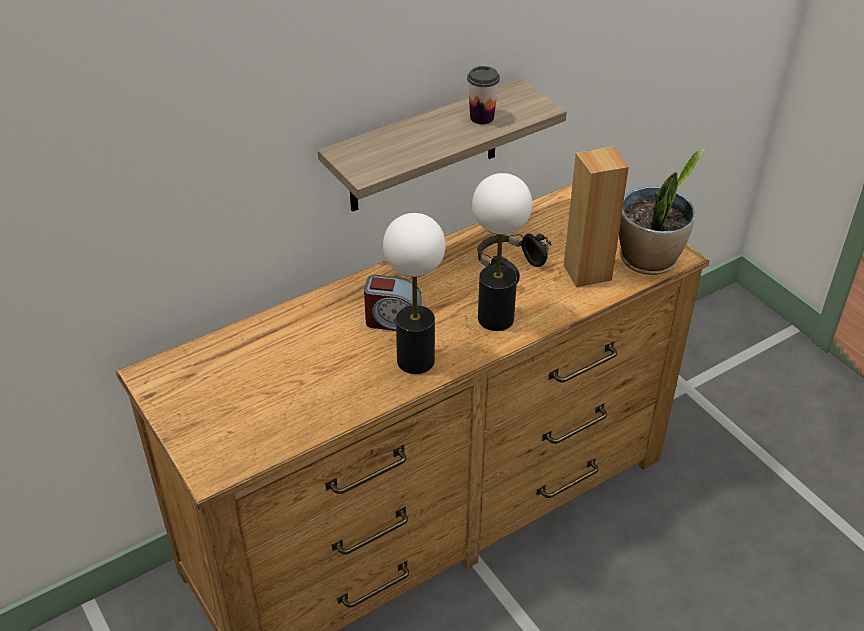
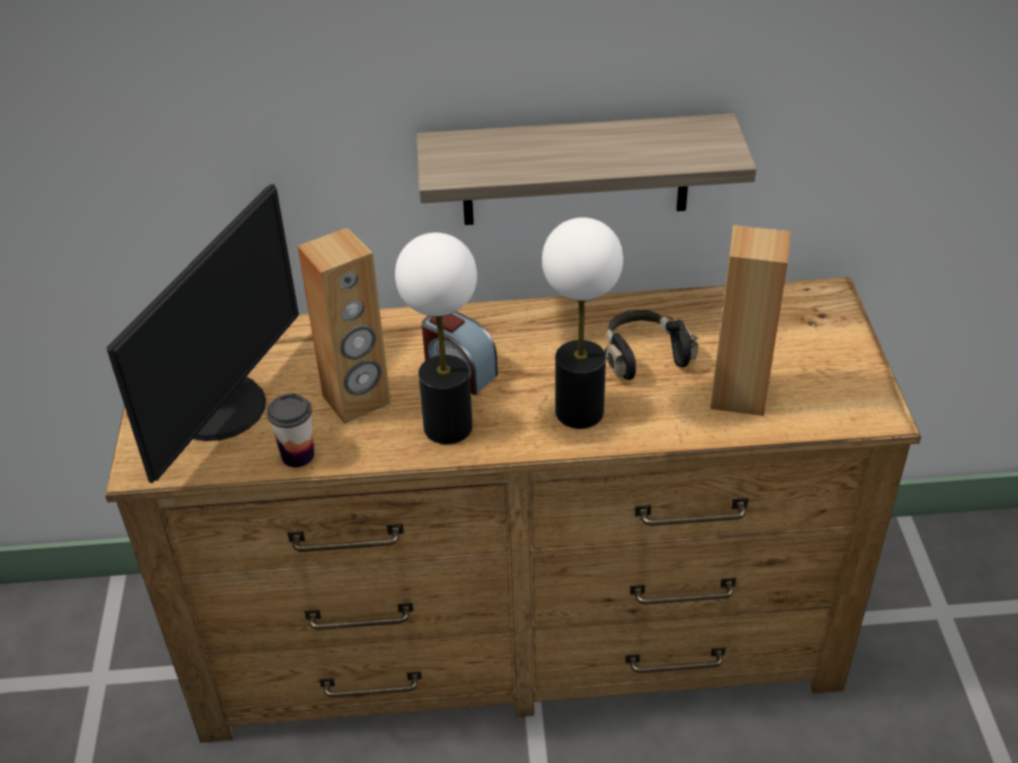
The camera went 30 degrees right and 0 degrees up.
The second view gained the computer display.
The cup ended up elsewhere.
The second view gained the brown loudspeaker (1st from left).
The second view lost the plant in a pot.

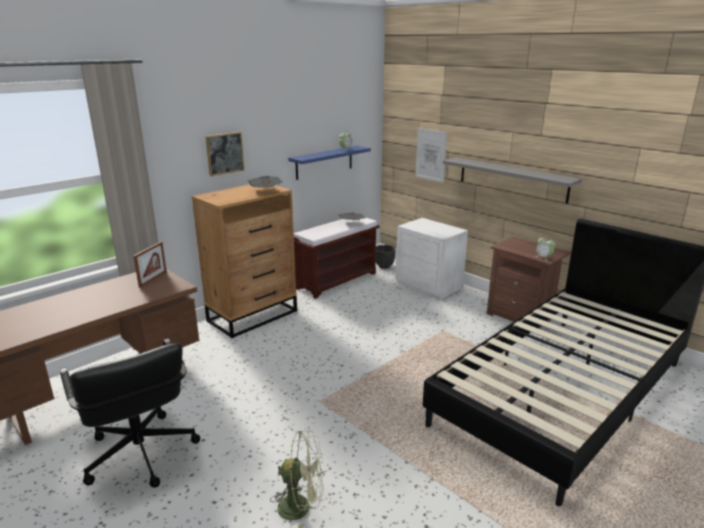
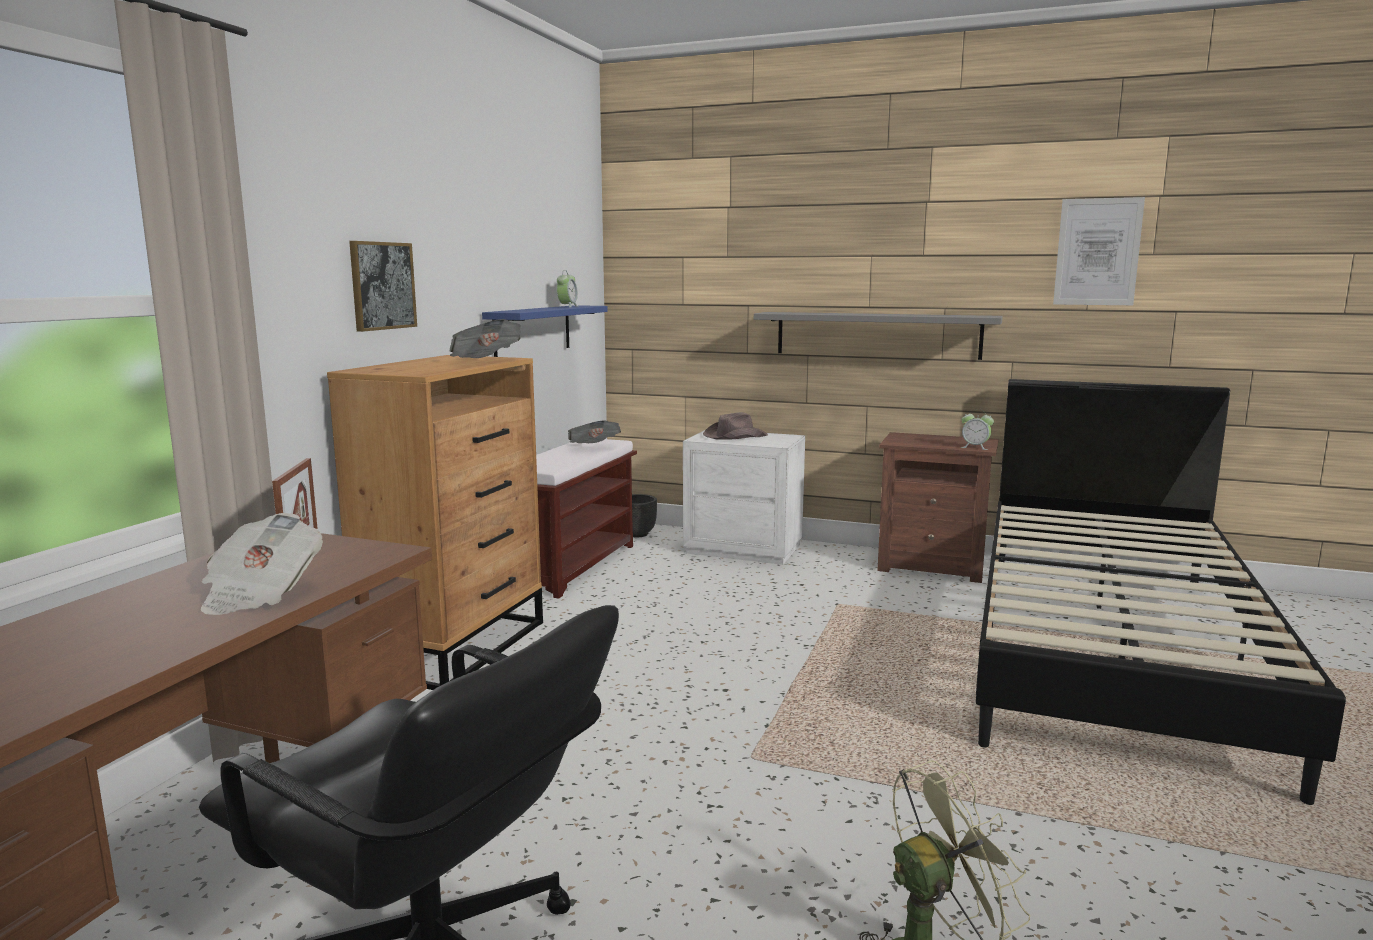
The camera went 25 degrees left and 10 degrees down.
The second view gained the newspaper (1st from left).
The second view gained the brown clothing hat.
The picture (2nd from left) ended up elsewhere.

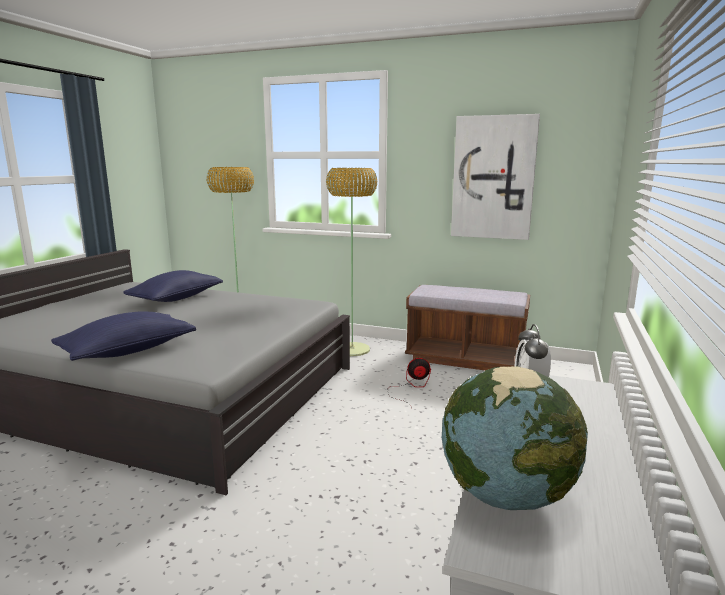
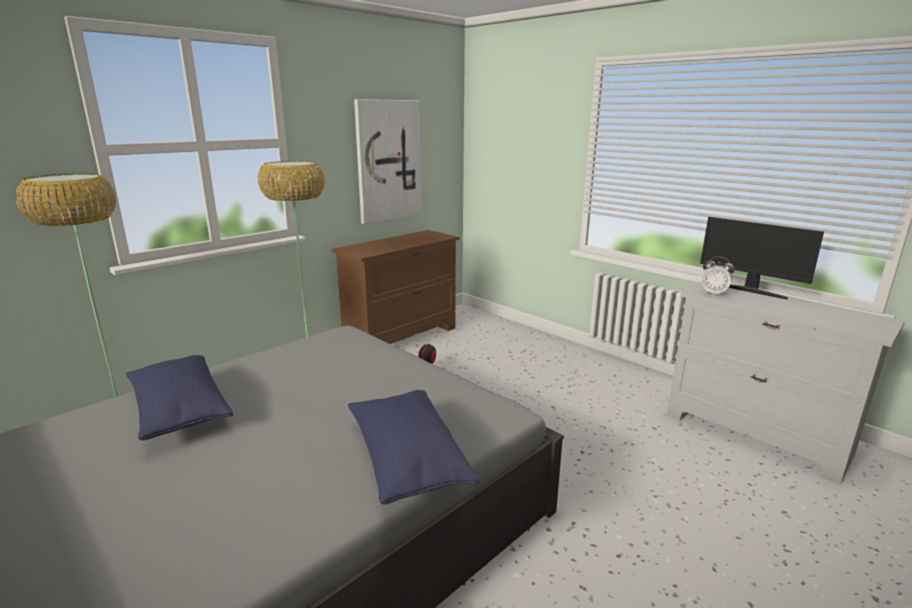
The camera went 65 degrees left and 5 degrees up.
Where the brown long seat stood, the brown chest of drawers came to stand.
The second view gained the computer display.
The second view lost the globe.

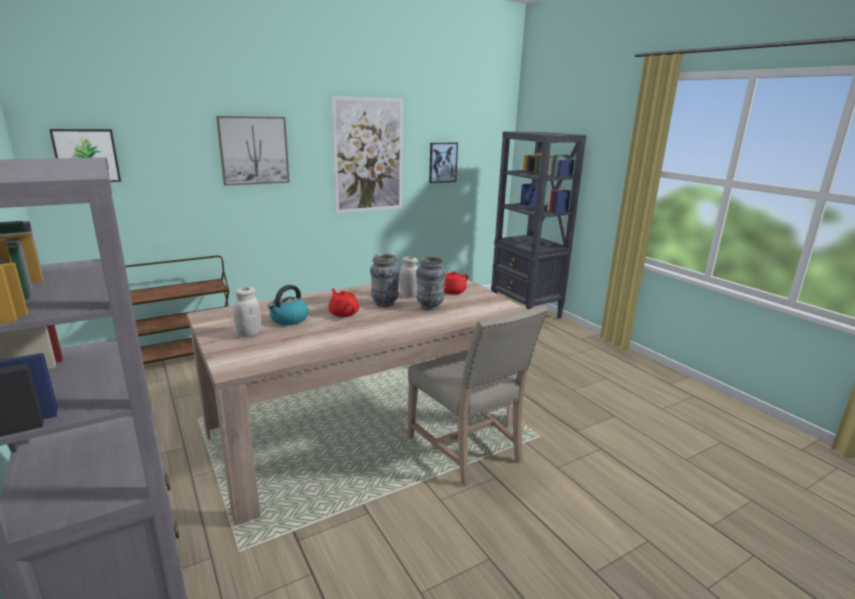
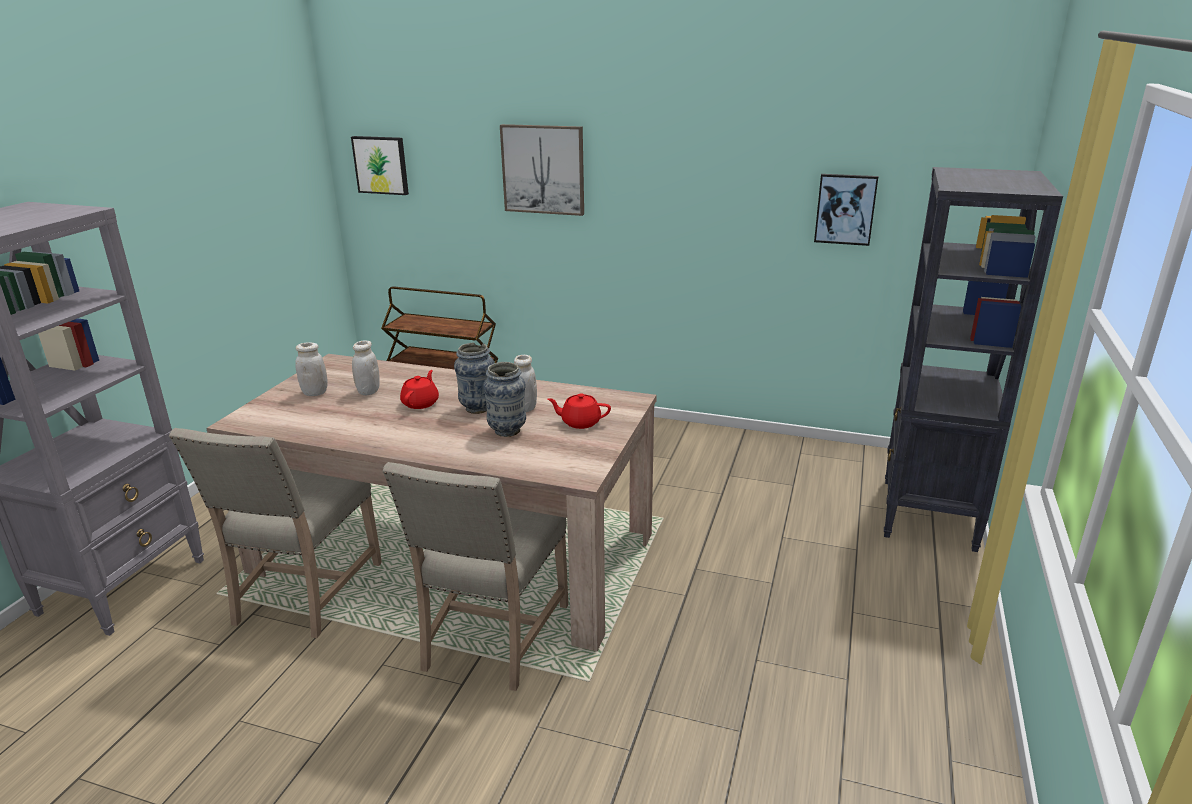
The camera went 50 degrees right and 5 degrees up.
The second view gained the sand-coloured chair (1st from left).
Where the kettle stood, the white-coloured storage jar (2nd from left) came to stand.
The second view lost the picture (3rd from left).

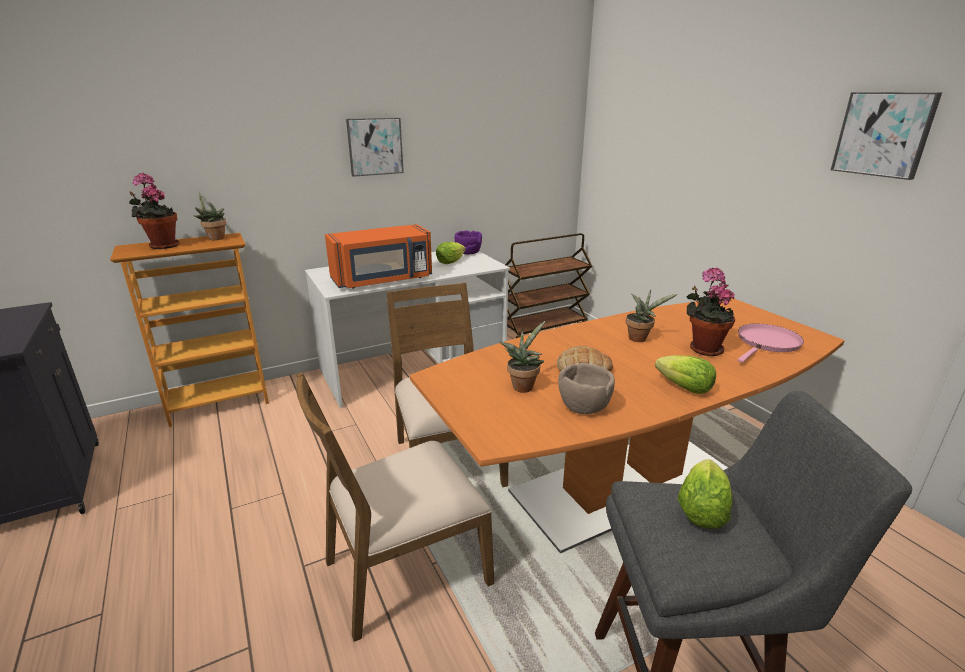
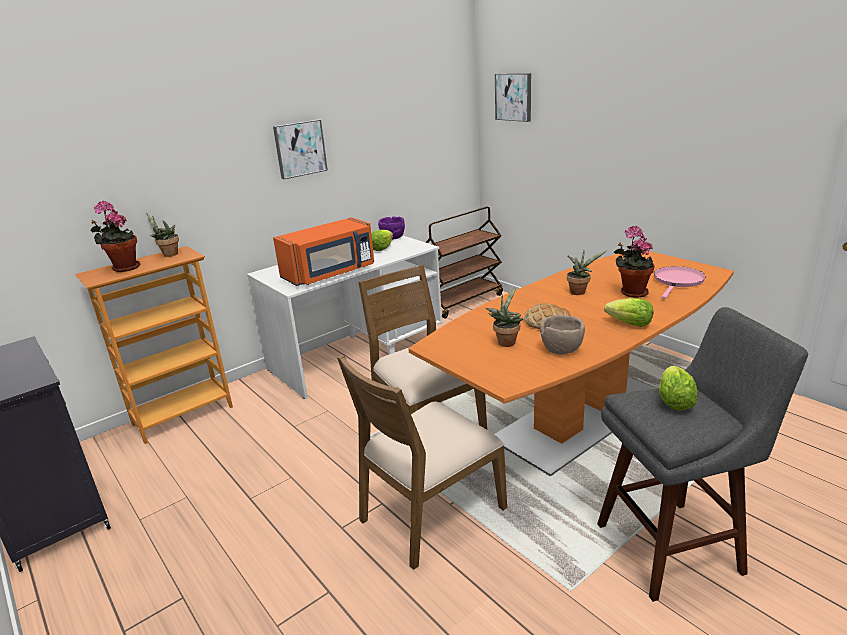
The camera went 10 degrees left and 0 degrees up.
The picture (2nd from left) ended up elsewhere.

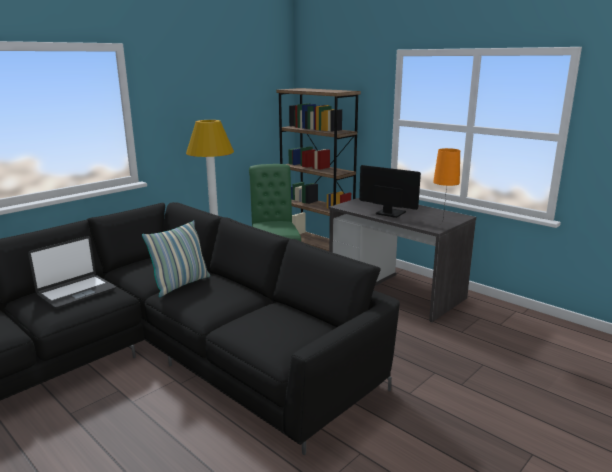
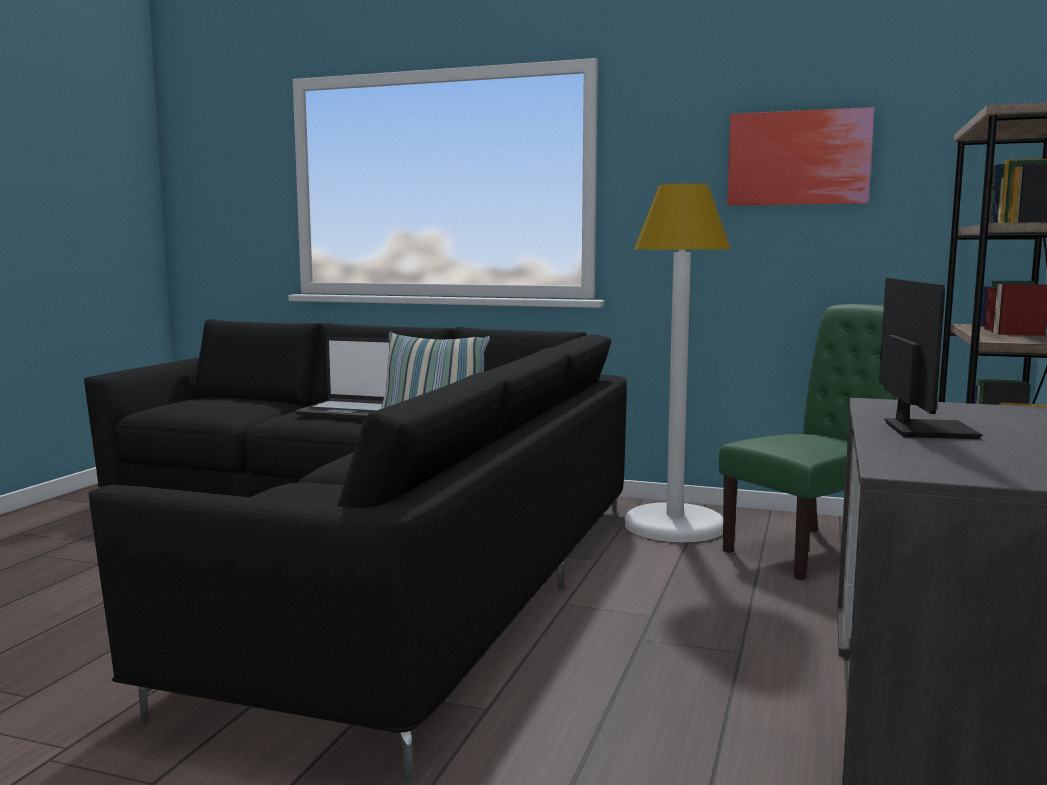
The camera went 65 degrees right and 10 degrees down.
The second view gained the picture.
The second view lost the orange-coloured table lamp.

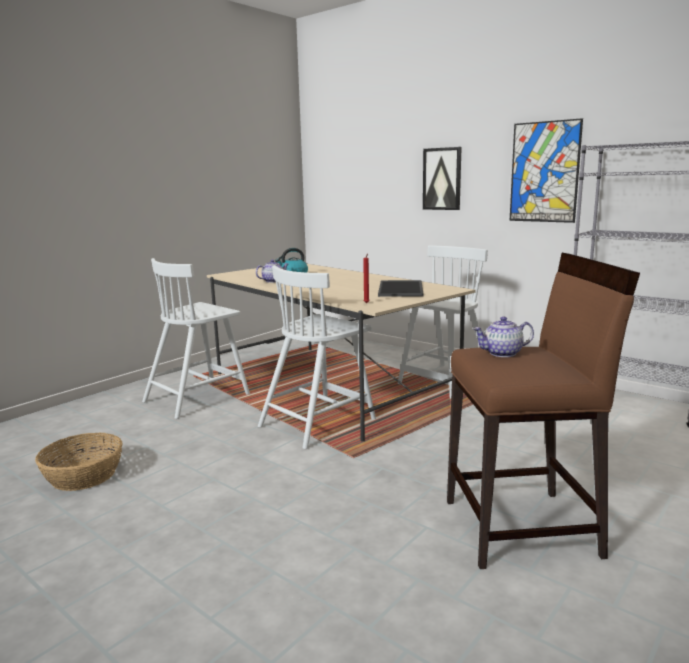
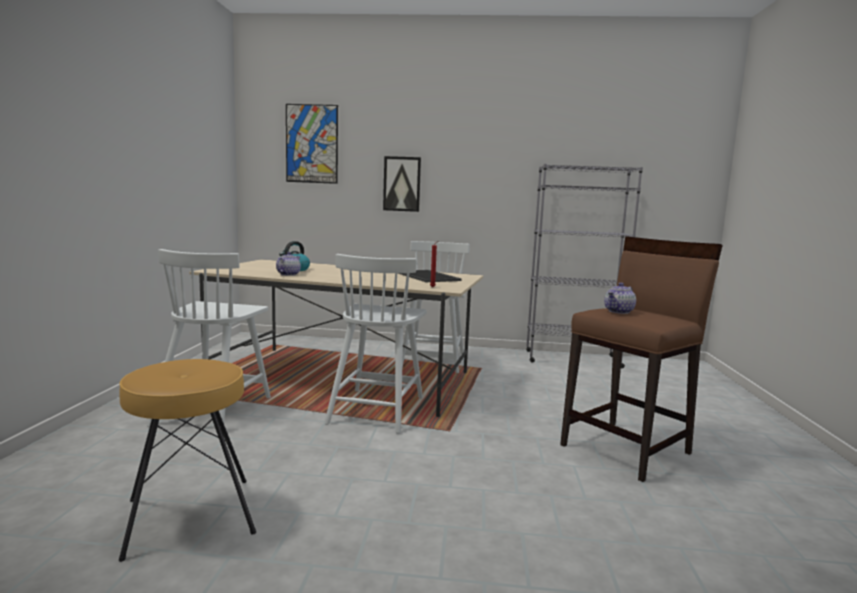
The camera went 35 degrees left and 5 degrees down.
Where the storage basket stood, the brown stool (1st from left) came to stand.
The picture (2nd from left in the first image) ended up elsewhere.

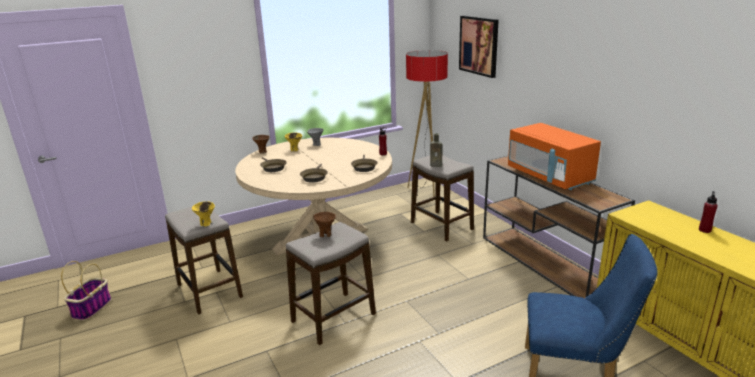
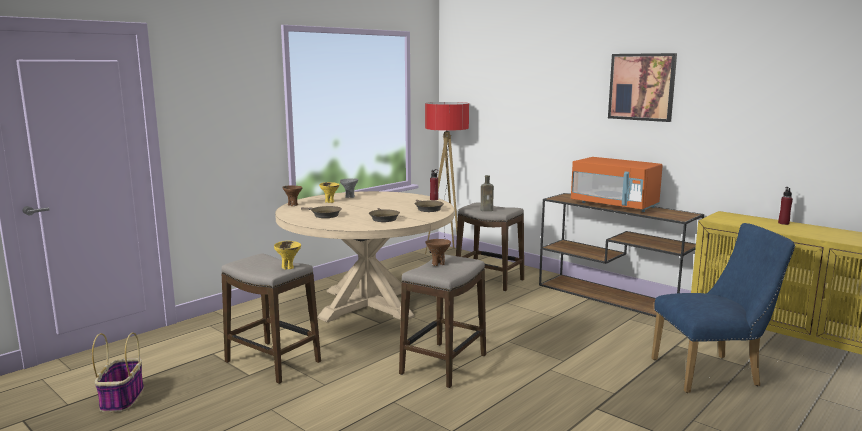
The camera went 20 degrees left and 10 degrees down.
The picture ended up elsewhere.

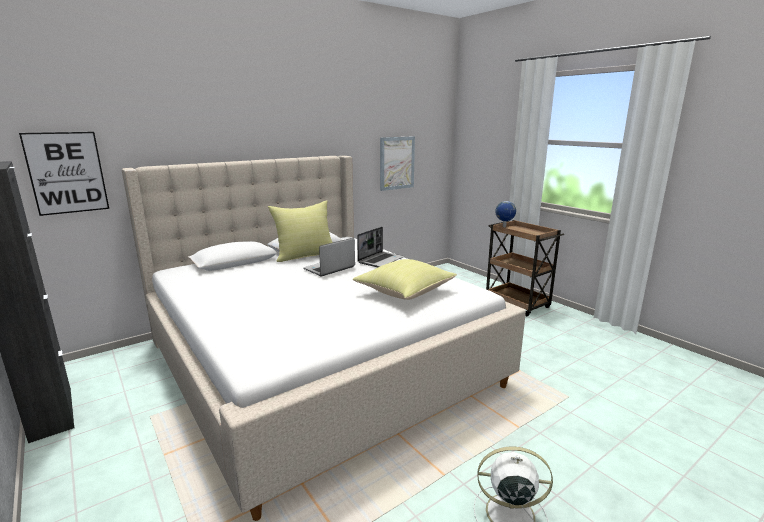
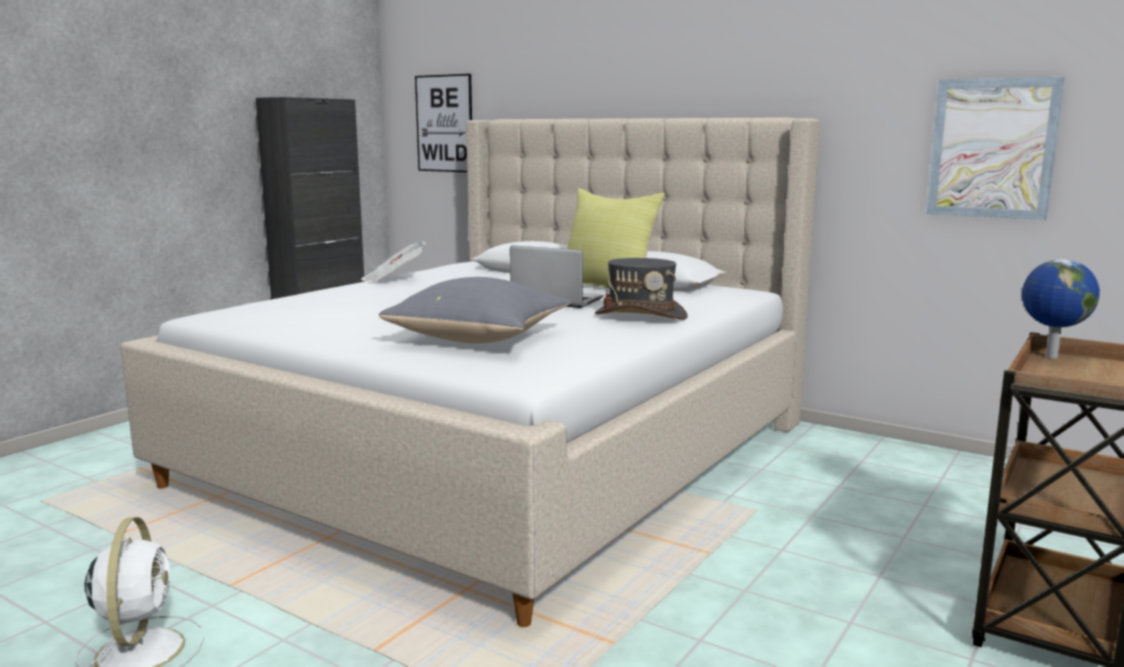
The camera went 70 degrees right and 5 degrees down.
The second view gained the newspaper.
What was the yellow-coloured throw pillow (2nd from left) turned into the greyish throw pillow.
Where the laptop (2nd from left) stood, the greyish clothing hat came to stand.

